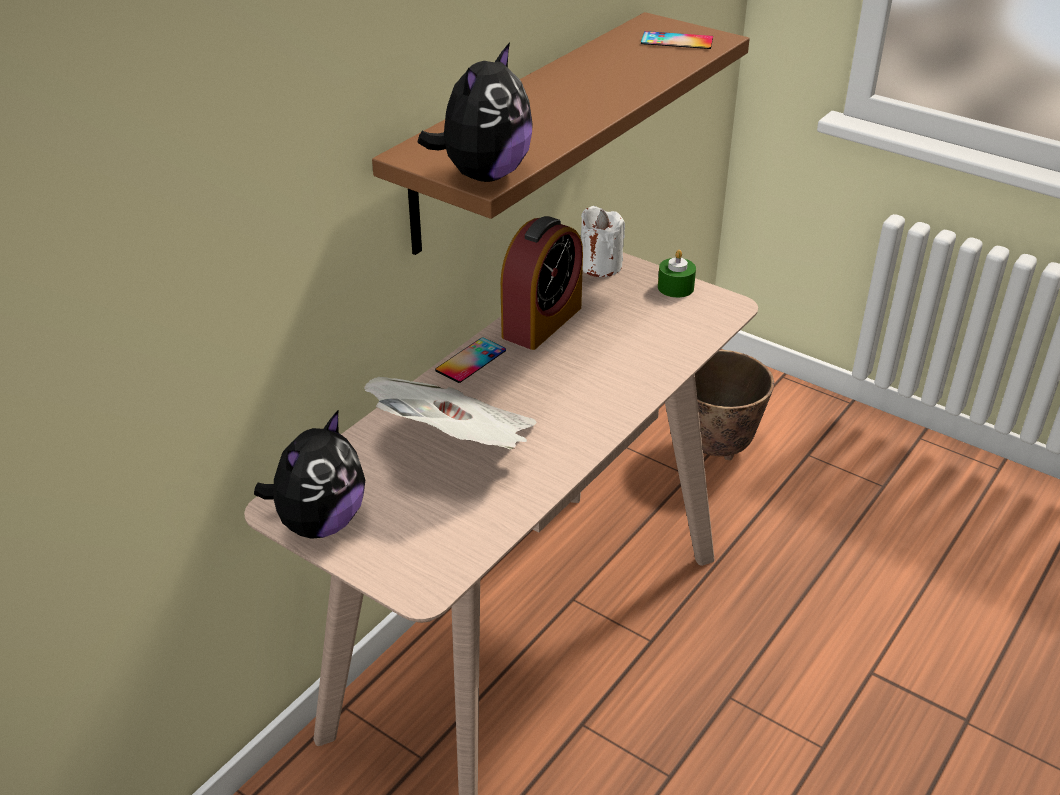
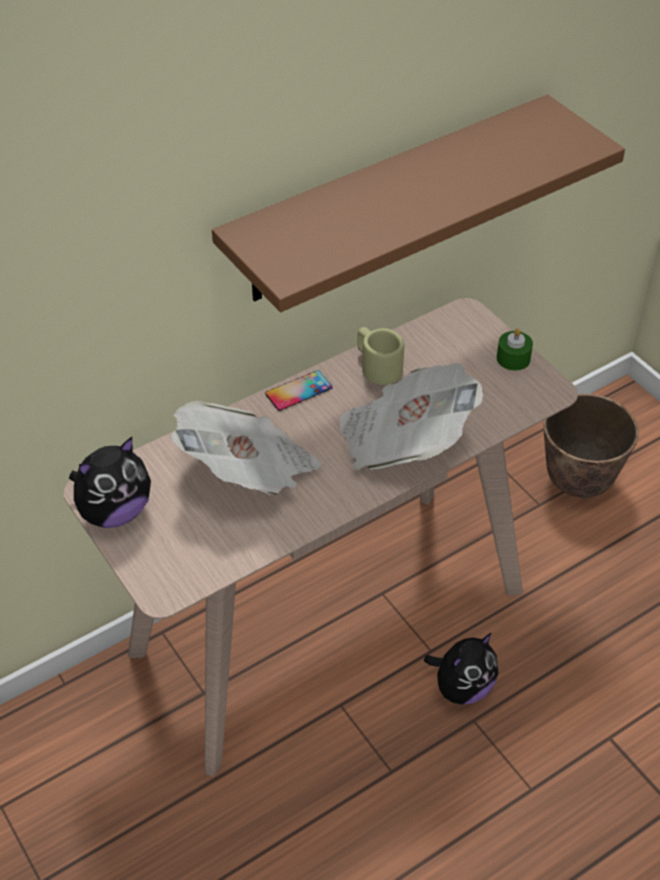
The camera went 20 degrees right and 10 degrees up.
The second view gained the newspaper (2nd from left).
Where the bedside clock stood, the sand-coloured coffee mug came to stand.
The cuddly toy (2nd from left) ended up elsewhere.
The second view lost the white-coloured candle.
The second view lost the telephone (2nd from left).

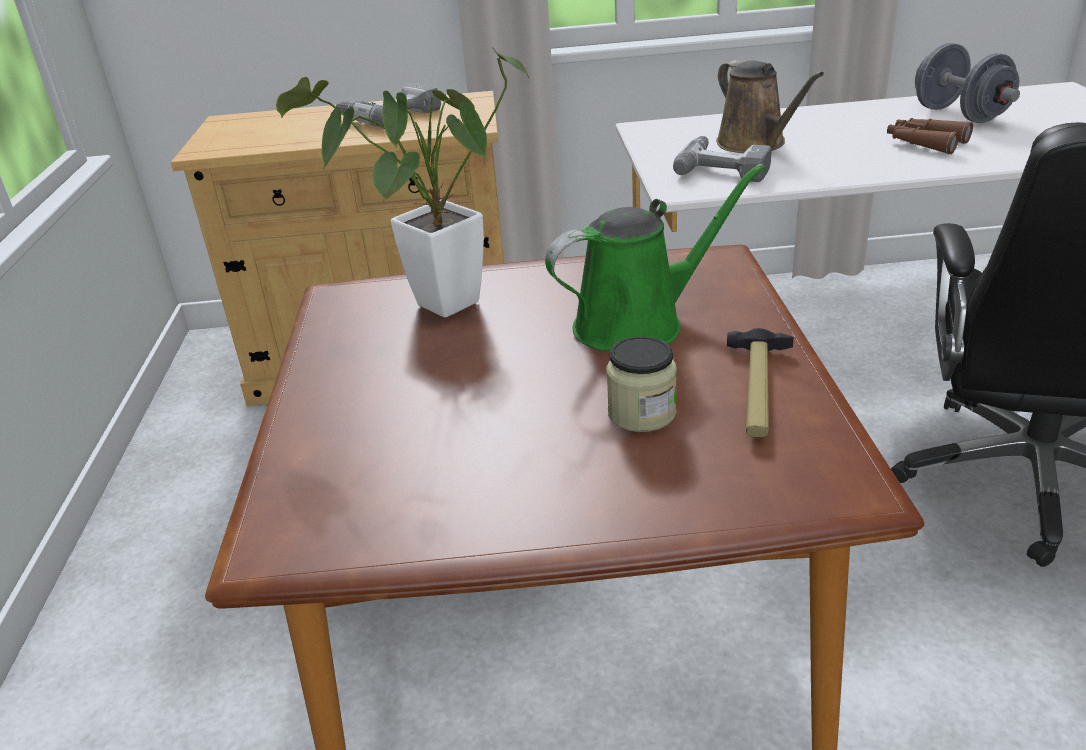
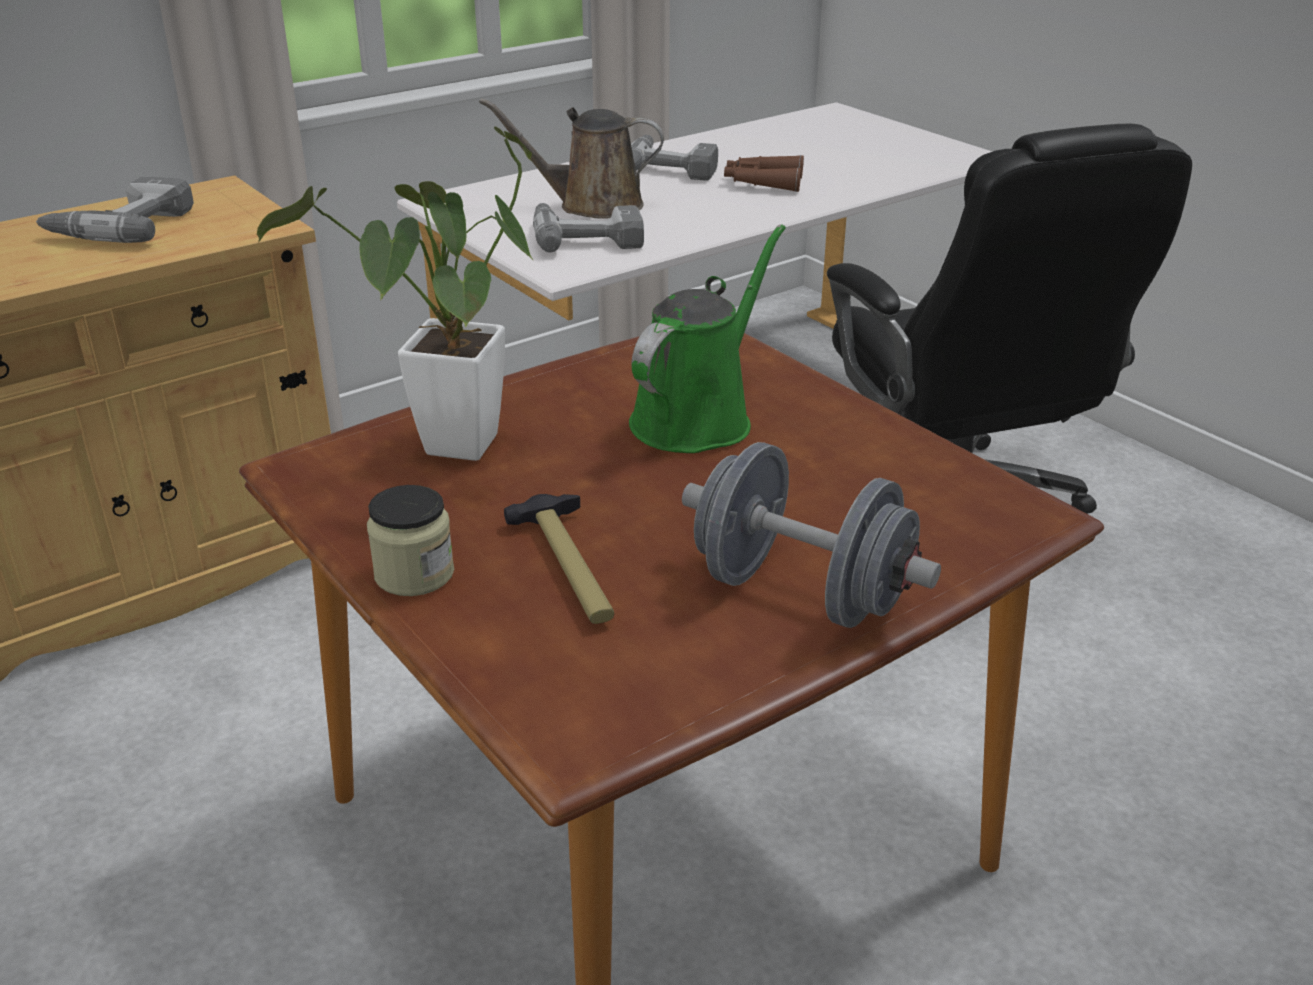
The camera went 35 degrees left and 0 degrees up.
The storage jar ended up elsewhere.
The brown sprinkling can ended up facing another way, 150 degrees clockwise from before.
The hammer ended up elsewhere.
The second view gained the power drill (3rd from left).
The greyish dumbbell ended up elsewhere.

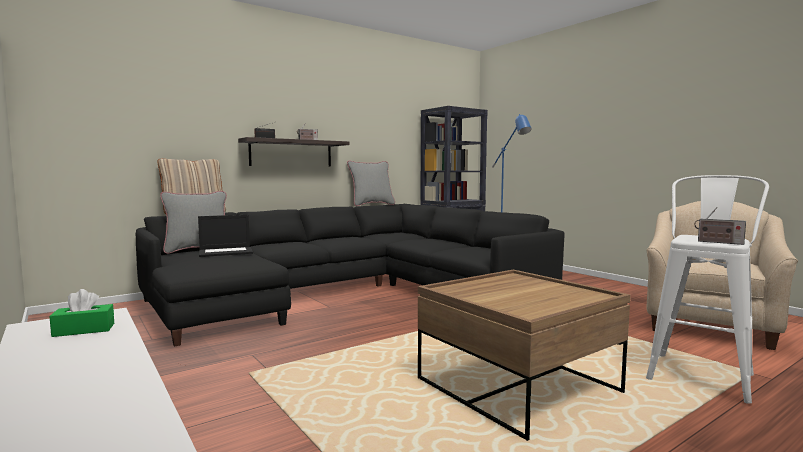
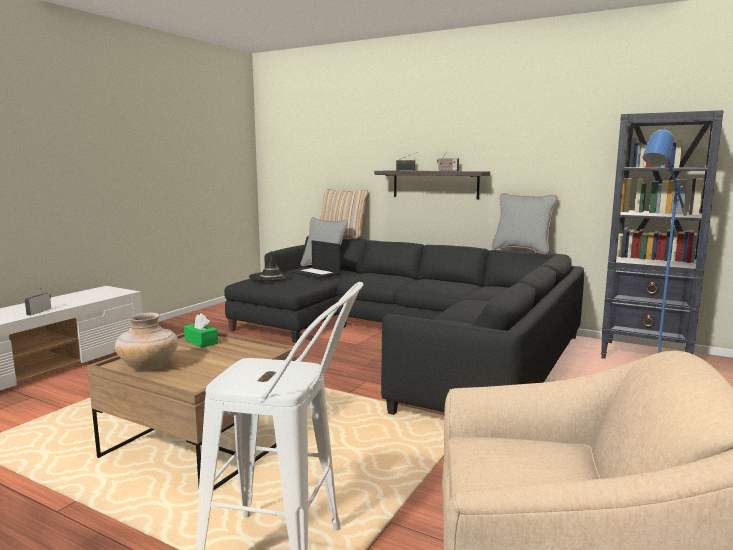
The camera went 65 degrees right and 5 degrees up.
The radio (3rd from left in the first image) ended up elsewhere.
The second view gained the sand-coloured flower vase.
The green box of tissues ended up elsewhere.
The second view gained the blackish clothing hat.

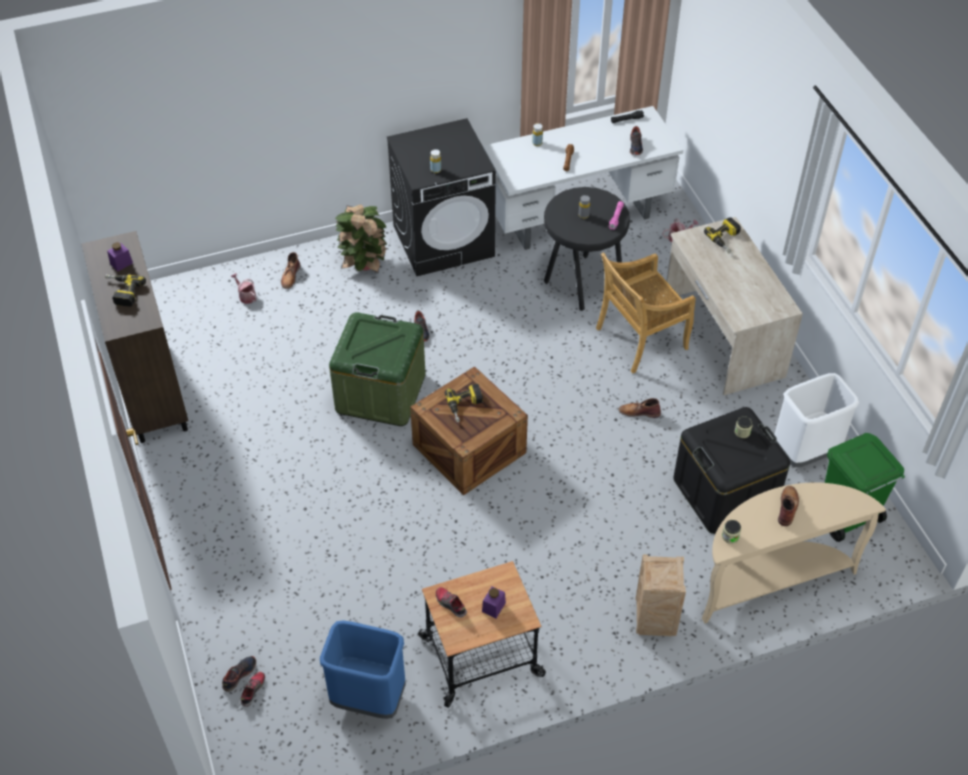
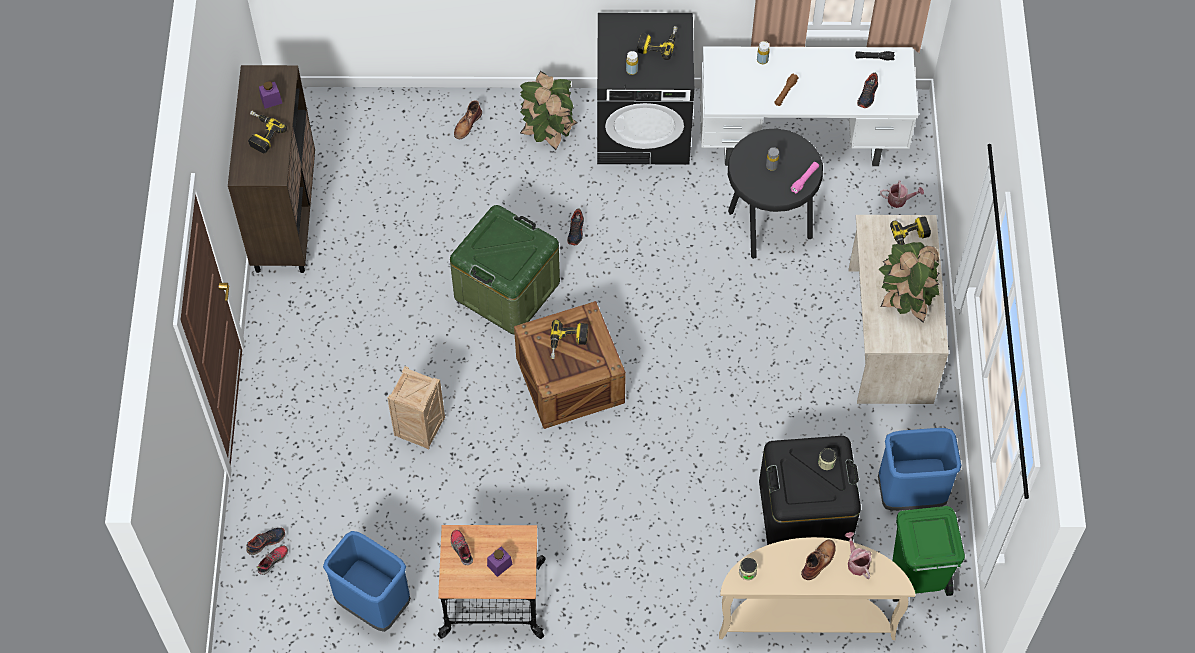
The camera went 20 degrees right and 10 degrees up.
The crate (2nd from left in the first image) ended up elsewhere.
The second view gained the power drill (3rd from left).
The sprinkling can (1st from left) ended up elsewhere.
What was the white-coloured rubbish bin turned into the bluish rubbish bin (2nd from left).
The second view gained the plant in a pot (2nd from left).
The second view lost the sand-coloured chair.
The second view lost the brown boot (2nd from left).

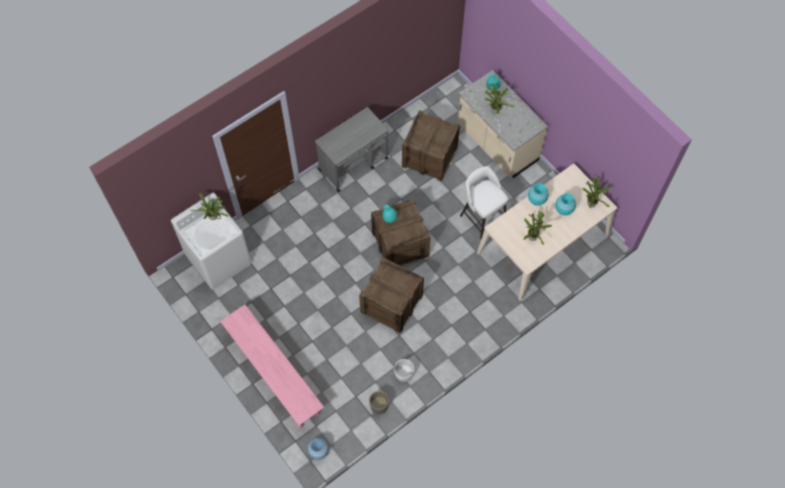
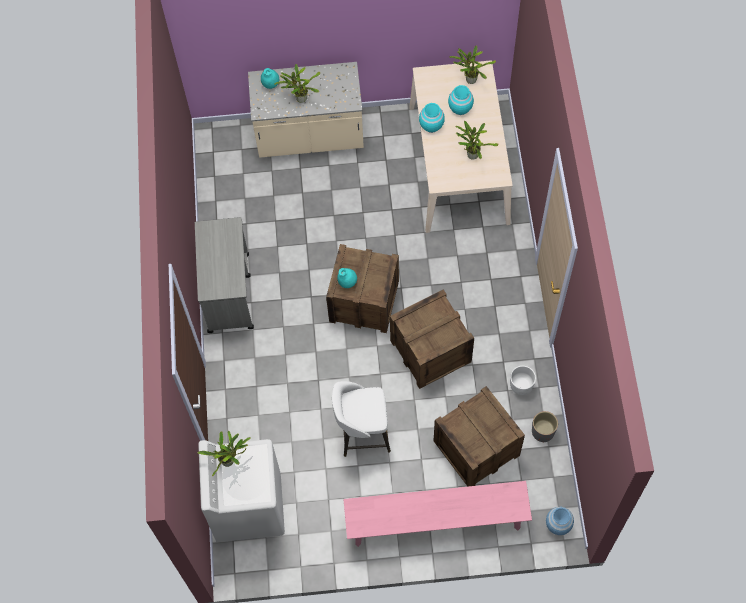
The camera went 55 degrees left and 0 degrees up.
The white-coloured stool ended up elsewhere.
The crate (3rd from left) ended up elsewhere.

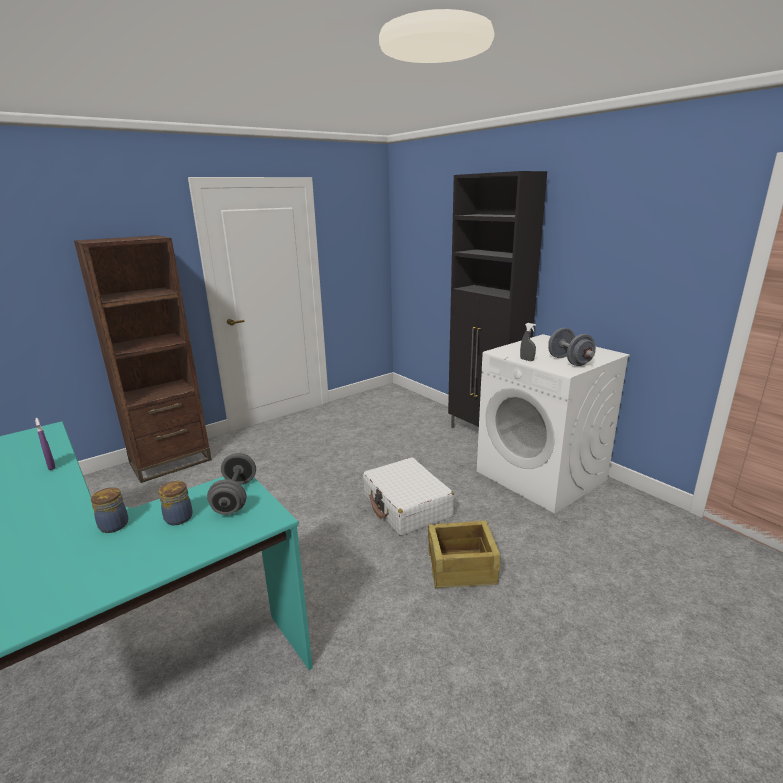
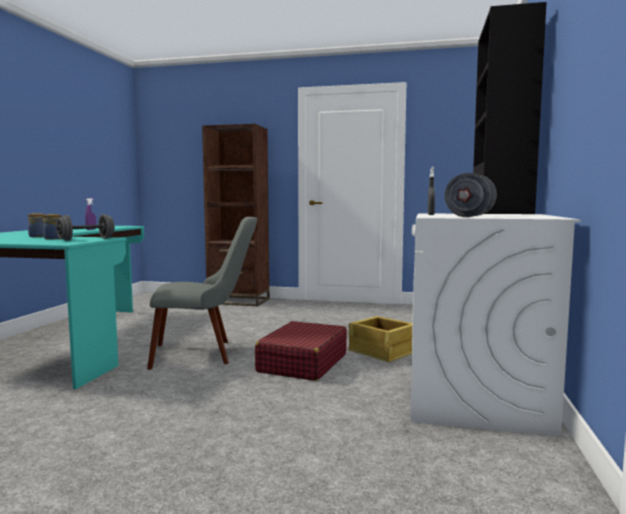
The camera went 50 degrees right and 15 degrees down.
The second view gained the greyish chair.
What was the white-coloured suitcase turned into the reddish suitcase.
The crate ended up elsewhere.

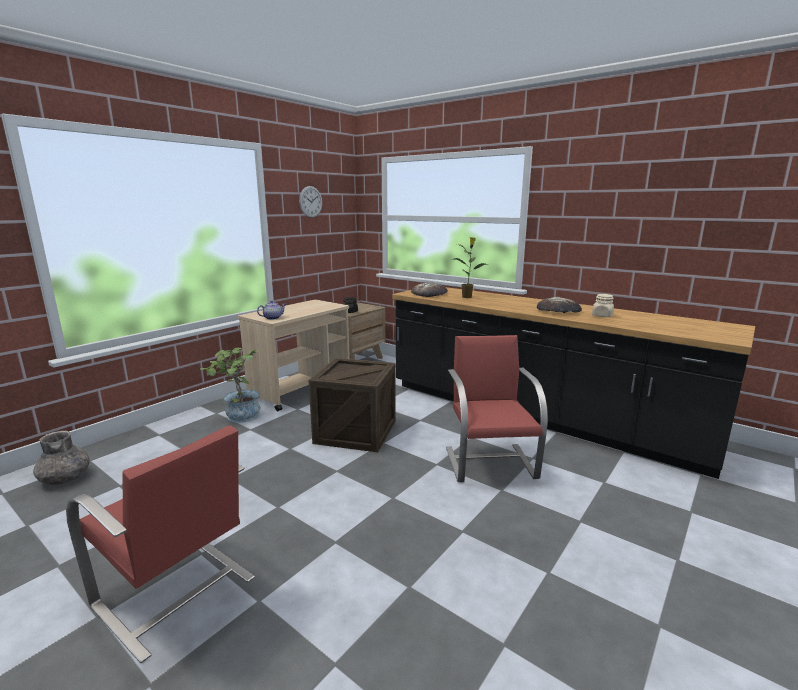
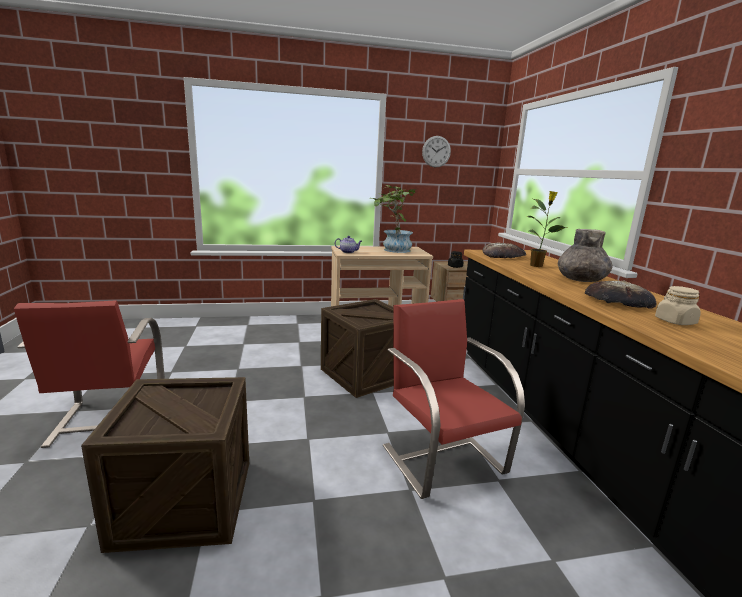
The camera went 40 degrees right and 0 degrees up.
The second view gained the crate (1st from left).
The plant in a pot (1st from left) ended up elsewhere.
The reddish chair (2nd from left) ended up facing another way, 60 degrees counterclockwise from before.
The greyish flower vase ended up elsewhere.

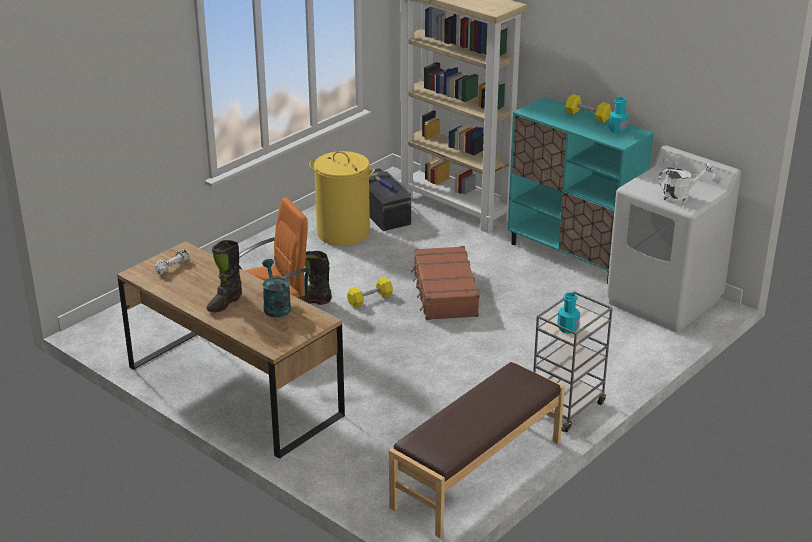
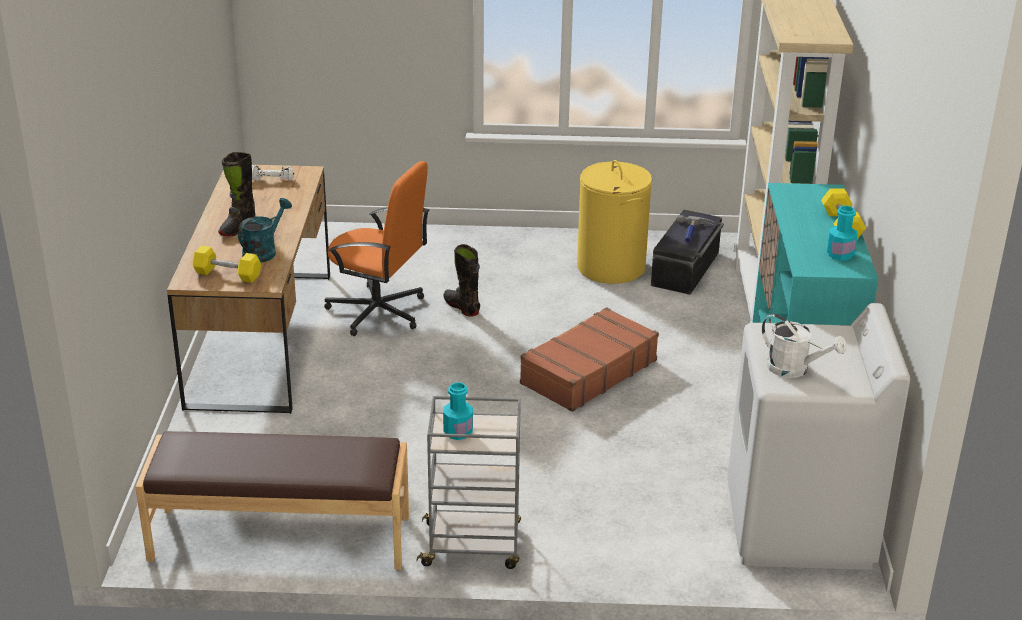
The camera went 50 degrees right and 0 degrees up.
The yellow-coloured dumbbell (1st from left) ended up elsewhere.
The blackish boot (1st from left) ended up facing another way, 60 degrees counterclockwise from before.

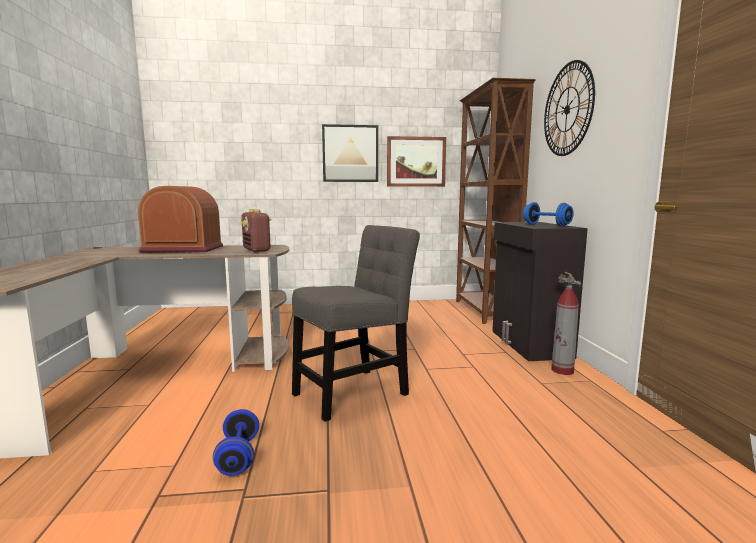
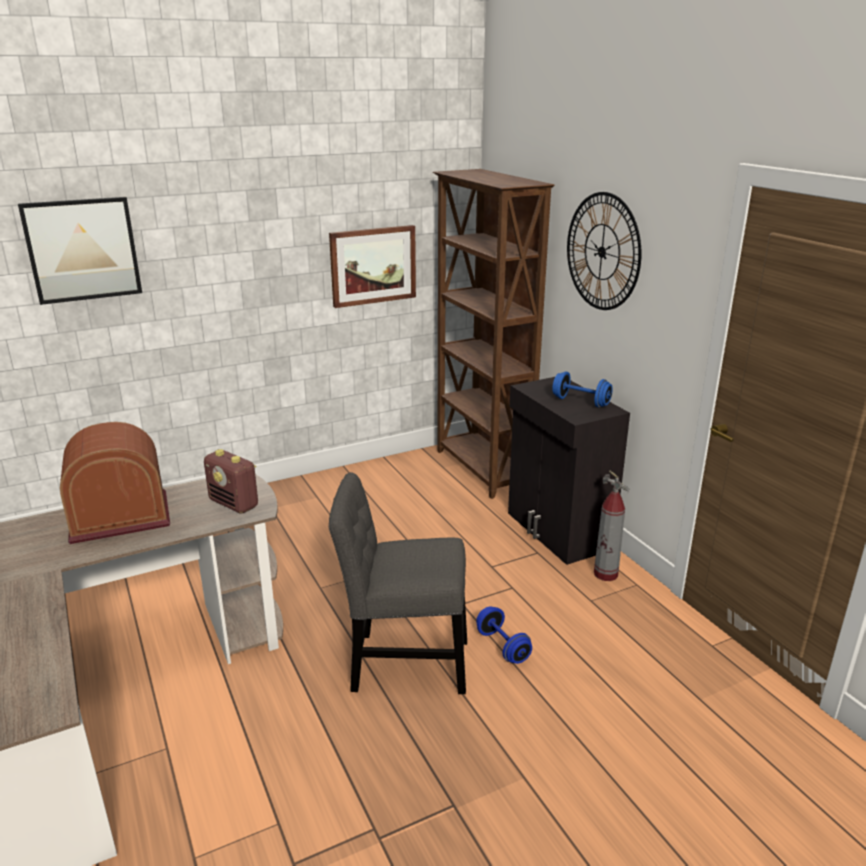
The camera went 20 degrees left and 15 degrees up.
The picture (1st from left) ended up elsewhere.
The greyish chair ended up facing another way, 120 degrees counterclockwise from before.
The bluish dumbbell (1st from left) ended up elsewhere.

